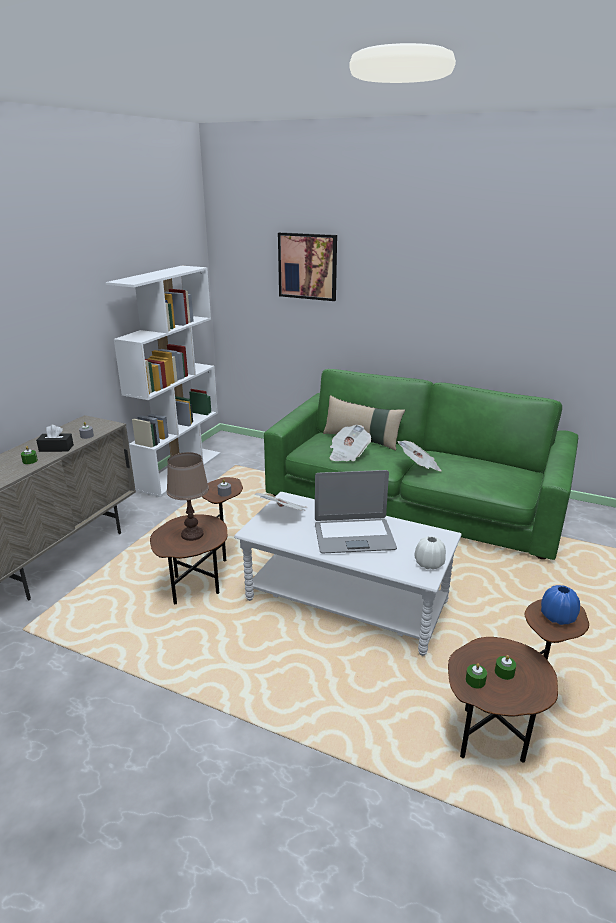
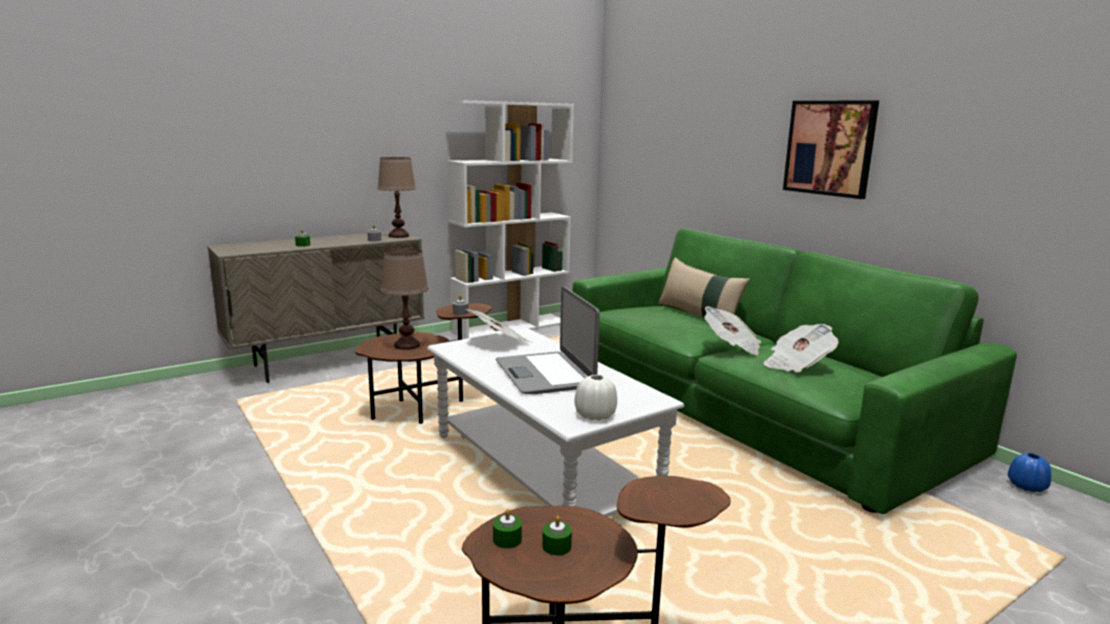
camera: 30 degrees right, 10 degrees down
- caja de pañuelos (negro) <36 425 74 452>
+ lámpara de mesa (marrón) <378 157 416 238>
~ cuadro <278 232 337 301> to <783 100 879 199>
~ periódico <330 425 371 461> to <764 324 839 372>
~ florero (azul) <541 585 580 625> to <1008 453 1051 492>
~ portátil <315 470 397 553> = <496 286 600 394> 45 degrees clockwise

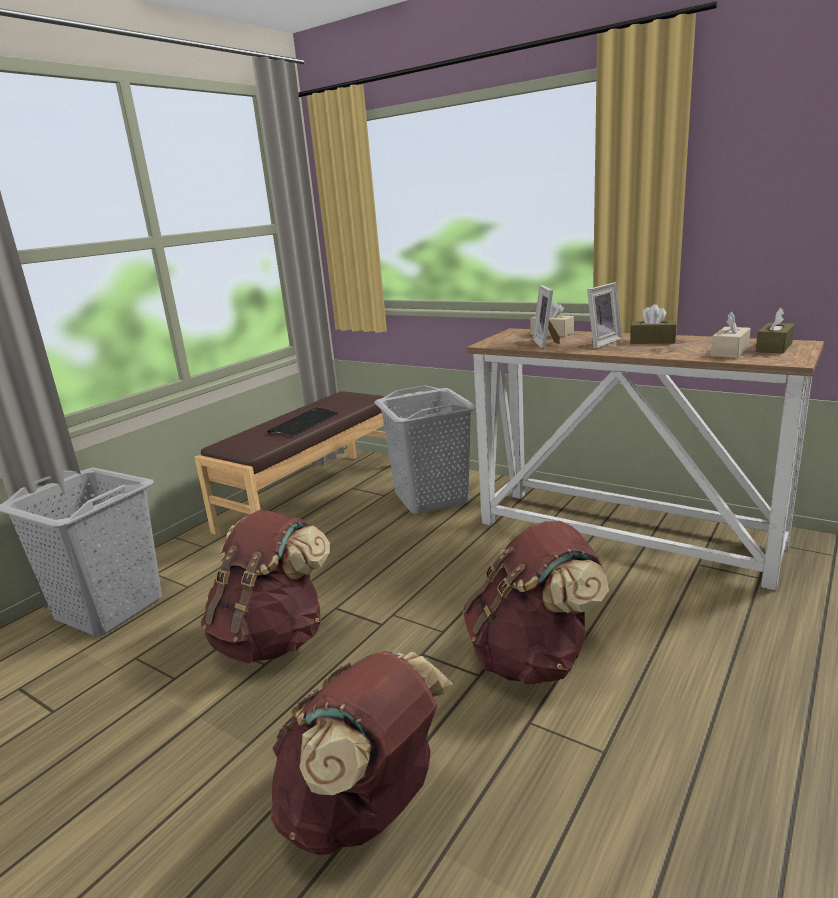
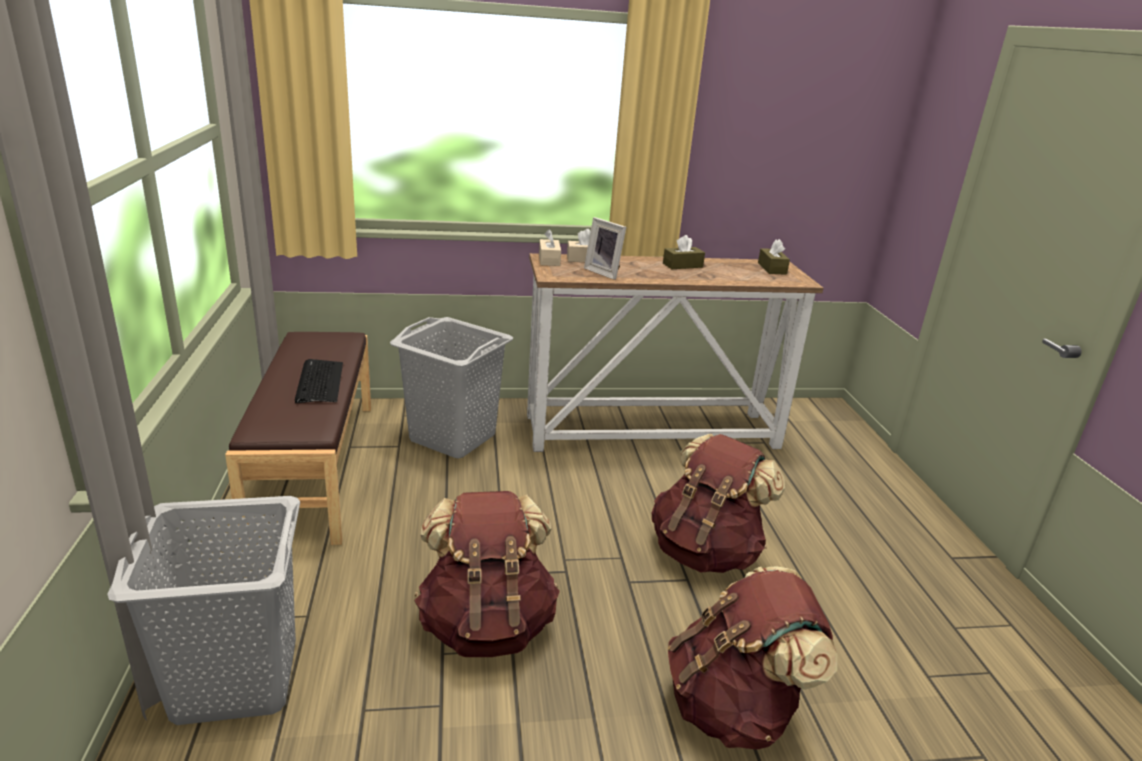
camera: 45 degrees left, 5 degrees up
- portarretratos <587 282 622 348>
~ caja de pañuelos (beis) <711 311 751 358> to <539 229 561 266>

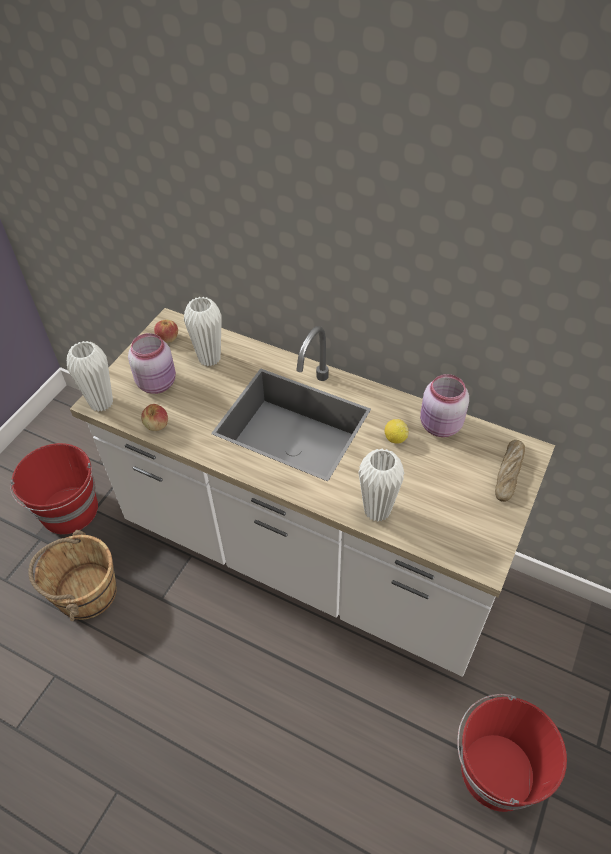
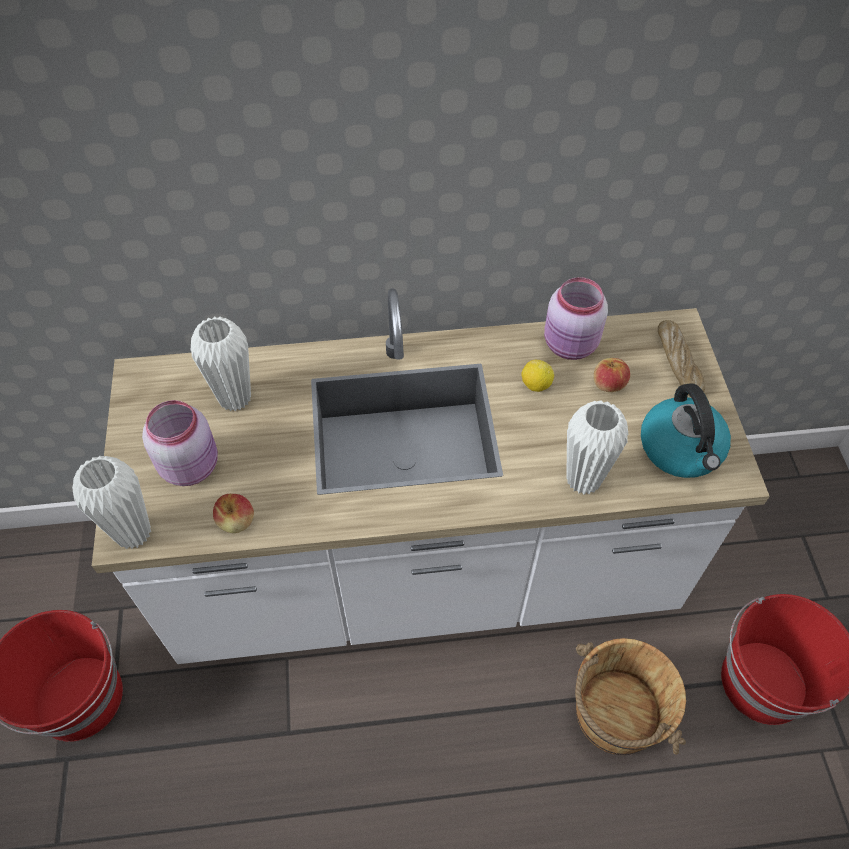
camera: 35 degrees left, 5 degrees up
+ hervidor <641 383 731 478>
~ cubo (marrón) <28 530 117 621> to <575 638 686 755>
~ manzana <154 320 178 343> to <594 358 630 392>

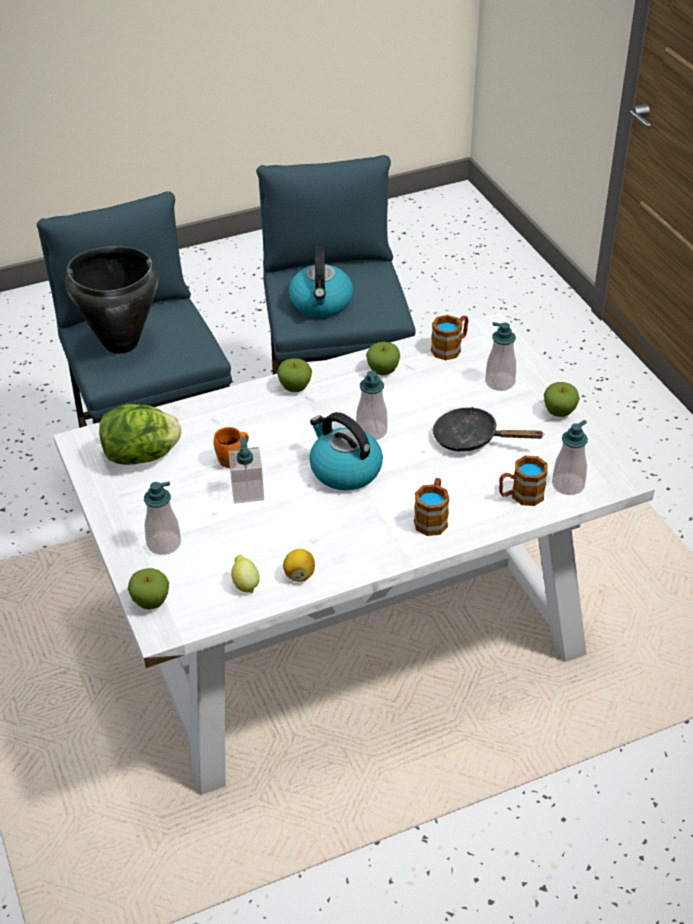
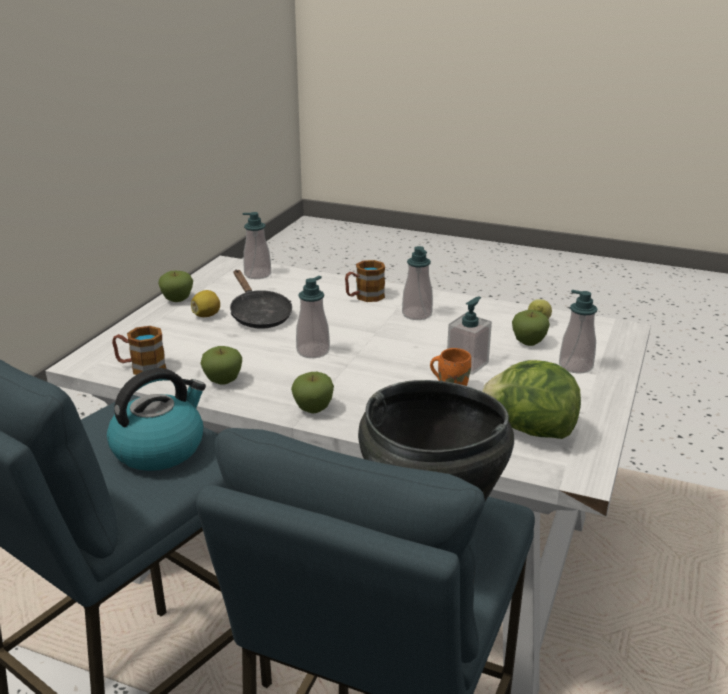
camera: 135 degrees left, 15 degrees down
- hervidor <309 412 383 491>
- taza grande <499 456 548 506>
~ manzana <128 568 169 609> to <512 310 550 346>
~ limón <283 549 315 582> to <191 290 220 317>
~ dispensador de jabón <485 322 516 391> to <402 246 433 320>

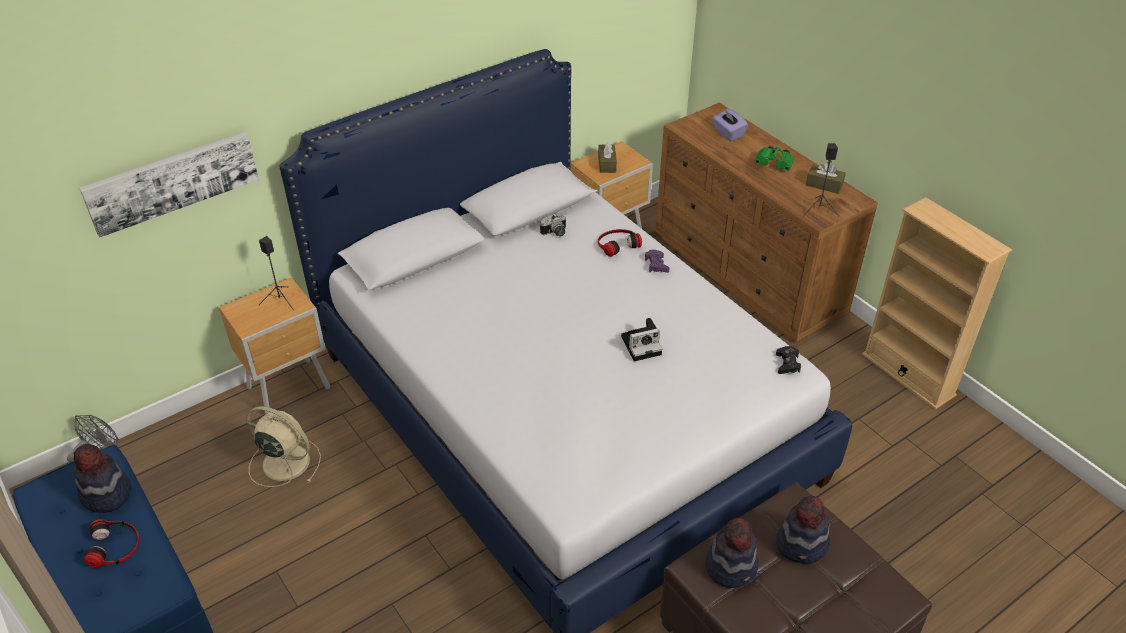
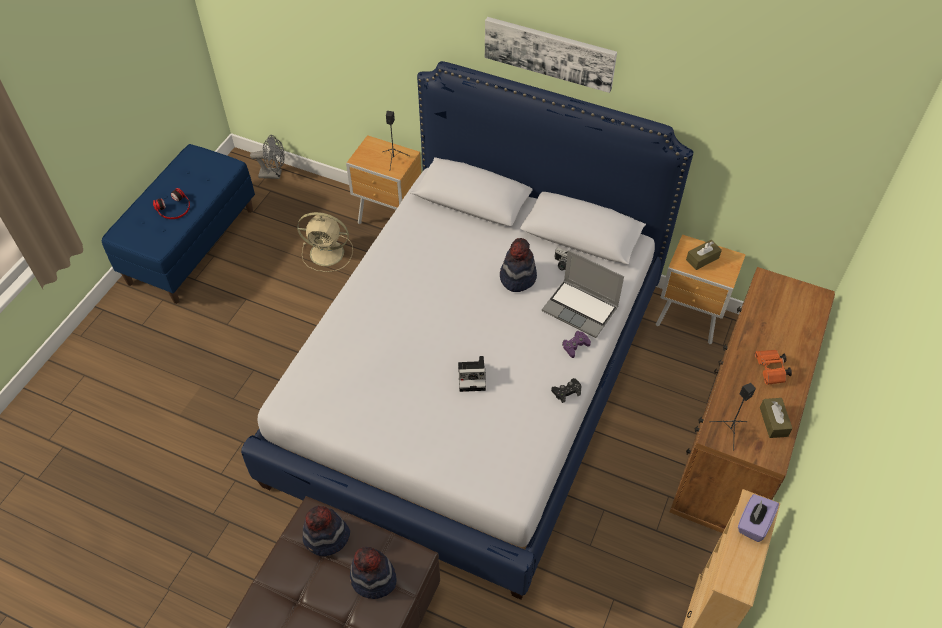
camera: 60 degrees right, 10 degrees up
~ sombrero <74 444 131 513> to <500 238 537 292>
~ cuadro <79 132 259 238> to <485 17 617 93>
~ caja de pañuelos (morado) <713 109 748 141> to <738 494 779 542>
~ mando de consola (negro) <776 346 801 374> to <551 378 582 403>
~ auriculares <598 229 642 257> to portátil <542 250 624 338>
~ prismáticos (verde) <754 146 794 171> to prismáticos (naranja) <755 350 792 385>
~ ventilador (beis) <247 406 321 487> = <297 212 353 272> 105 degrees clockwise
~ cámara <621 318 662 361> = <458 356 486 392> 45 degrees counterclockwise

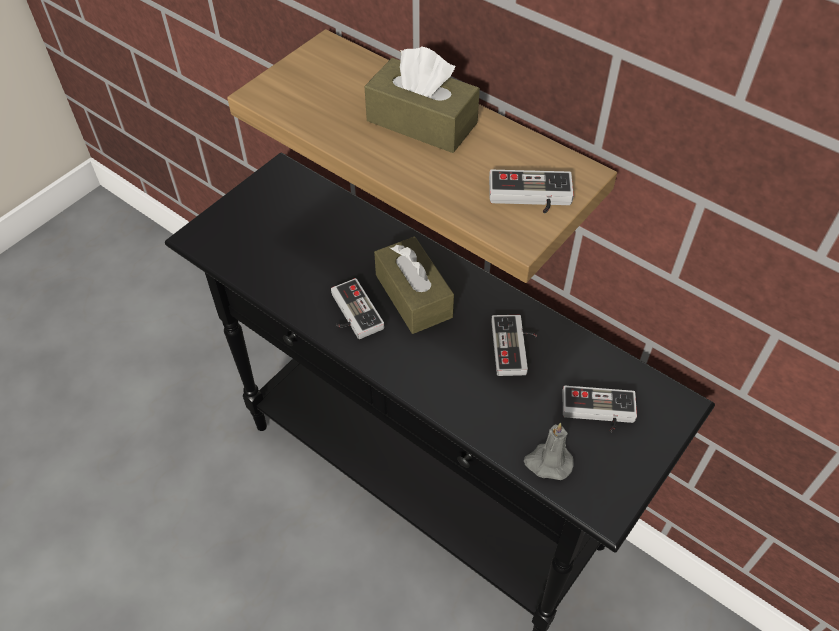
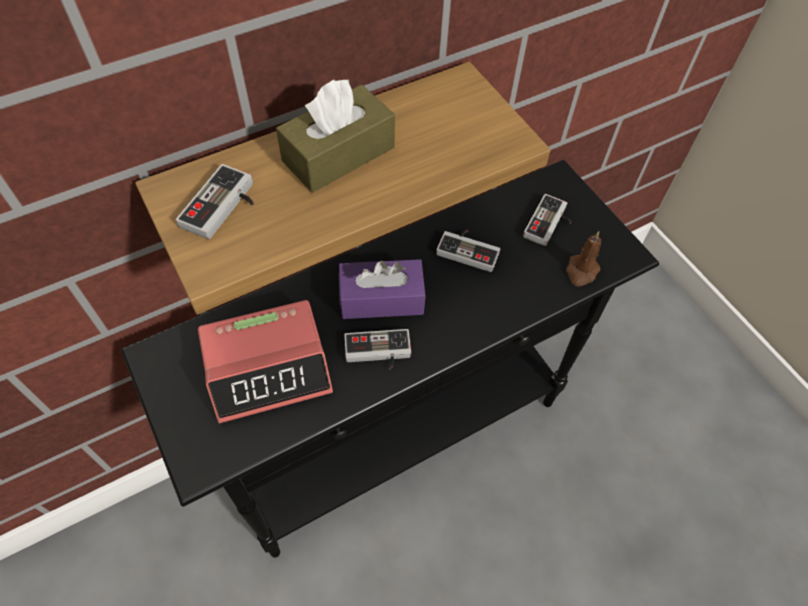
camera: 70 degrees left, 5 degrees up
+ despertador <198 300 333 423>
~ mando de consola <489 170 574 214> to <176 164 254 239>
~ caja de pañuelos (marrón) <374 237 454 334> to caja de pañuelos (morado) <339 259 426 319>
~ vela (gris) <524 423 574 480> to vela (marrón) <566 231 601 287>

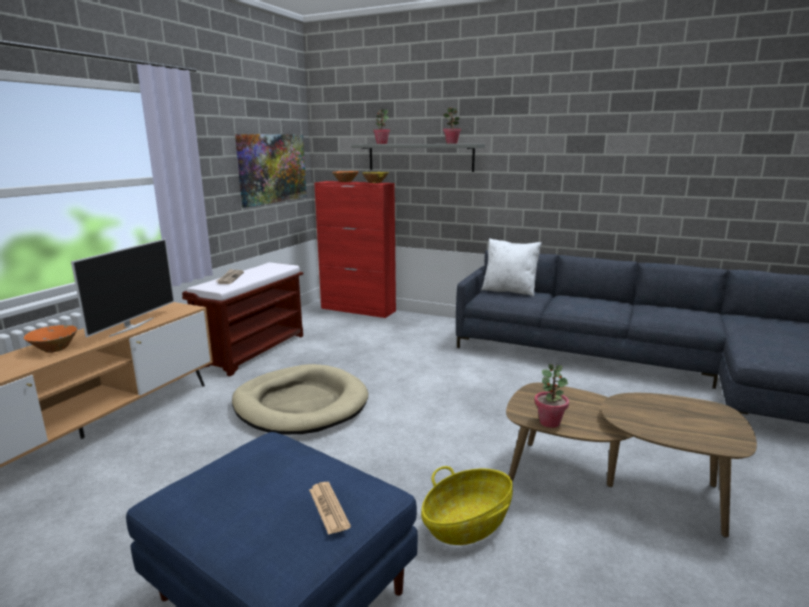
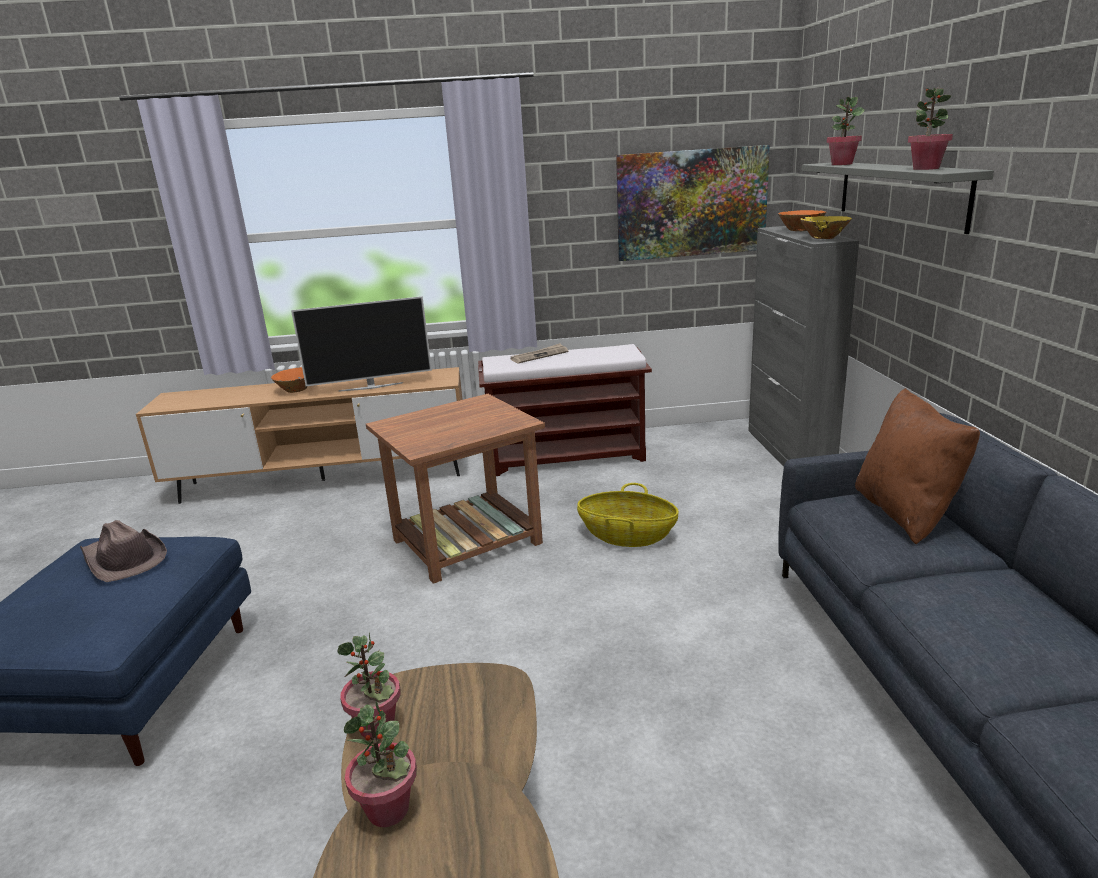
camera: 60 degrees right, 5 degrees up
- periódico <309 482 351 535>
+ sombrero (marrón) <80 520 167 582>
+ planta en maceta <344 700 417 827>
~ cesta <421 466 513 545> to <577 483 679 547>
~ cama para perro (beis) <232 364 368 434> to mesa auxiliar (marrón) <366 394 545 584>
~ armario (rojo) <314 181 396 318> to armario (gris) <748 226 859 467>
~ cojín (blanco) <481 238 542 297> to cojín (marrón) <855 388 980 545>

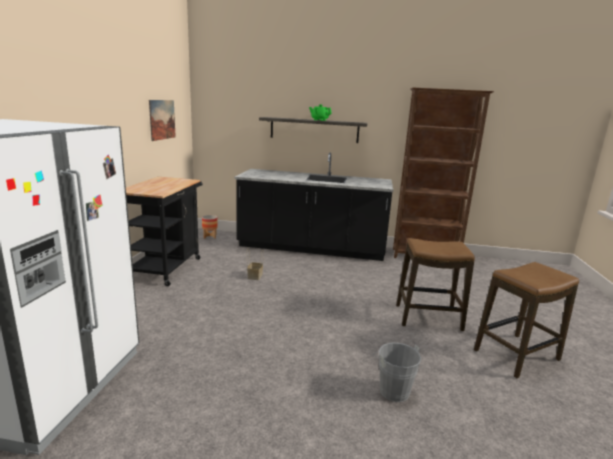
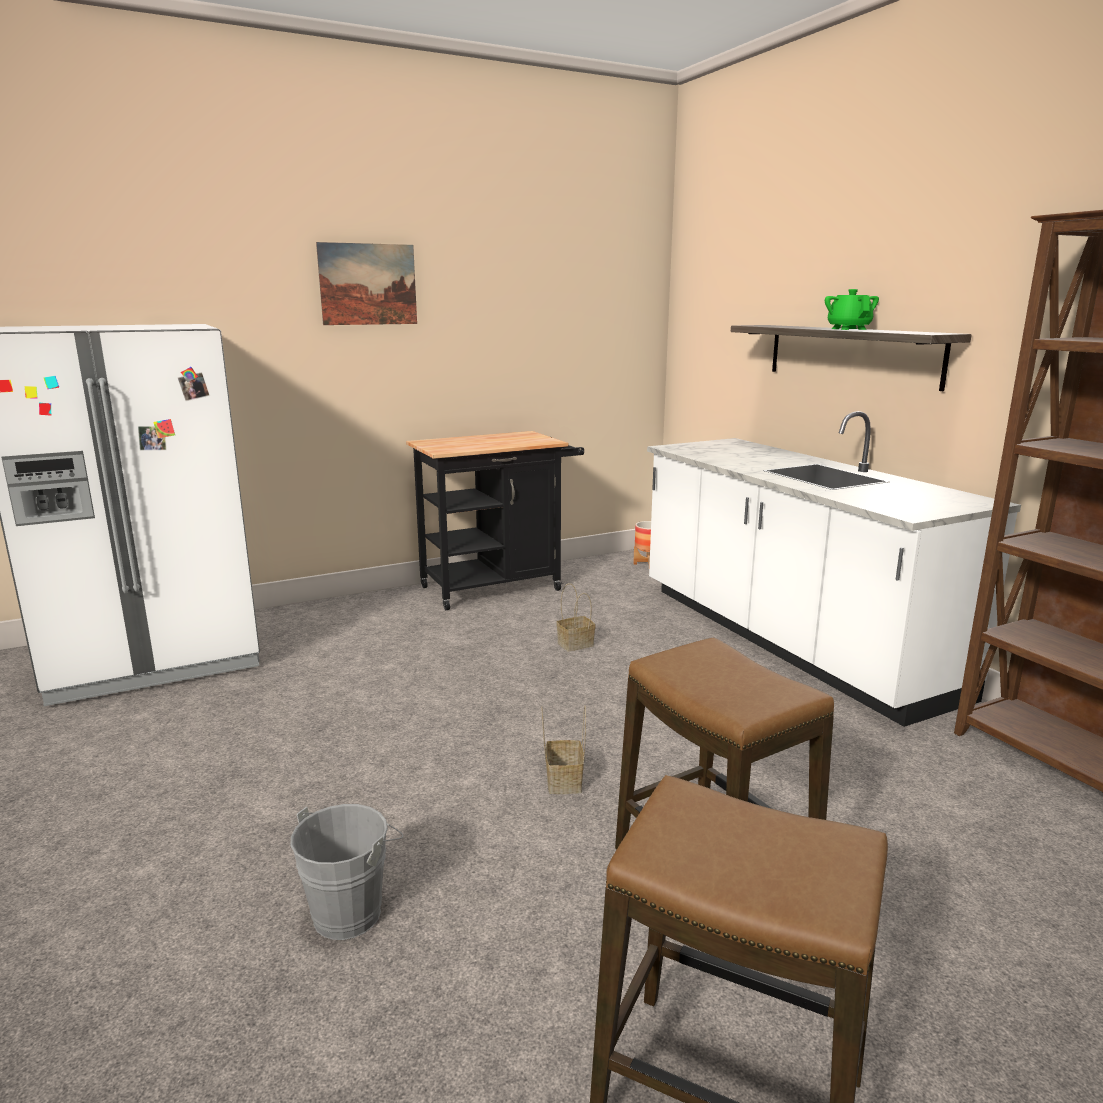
camera: 55 degrees right, 0 degrees up
+ cesta <541 706 586 794>
~ cuadro <149 100 176 141> to <316 242 417 325>
~ mueble bajo de cocina (negro) <235 152 394 261> to mueble bajo de cocina (blanco) <647 411 1021 727>

